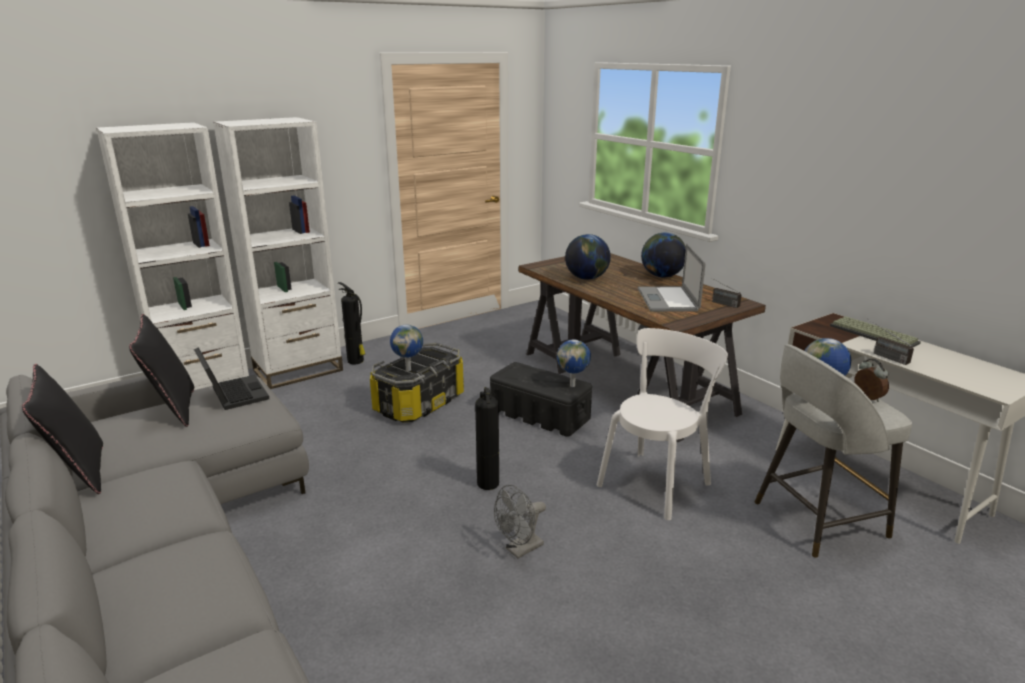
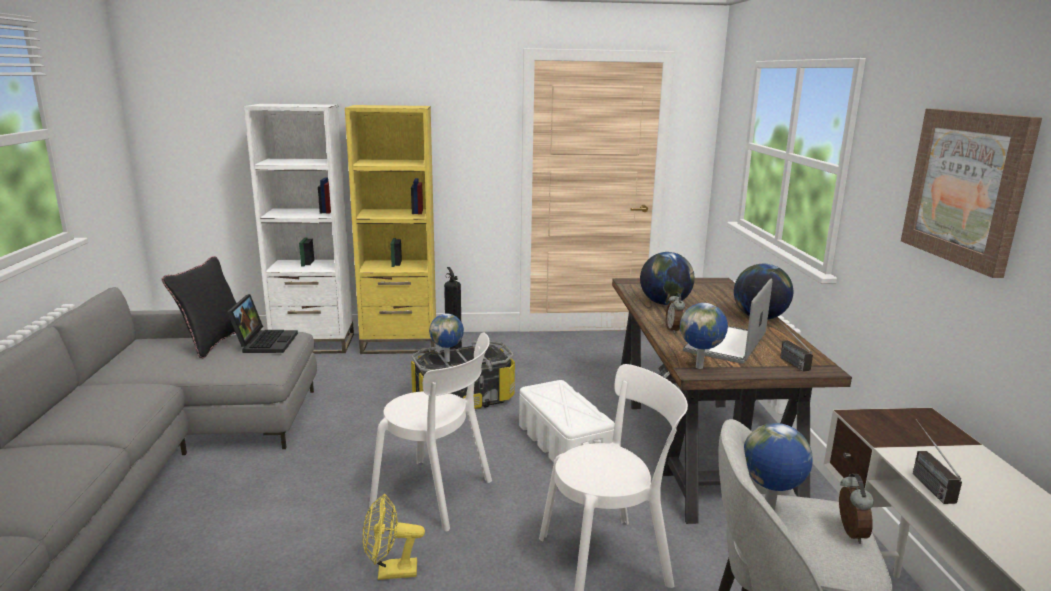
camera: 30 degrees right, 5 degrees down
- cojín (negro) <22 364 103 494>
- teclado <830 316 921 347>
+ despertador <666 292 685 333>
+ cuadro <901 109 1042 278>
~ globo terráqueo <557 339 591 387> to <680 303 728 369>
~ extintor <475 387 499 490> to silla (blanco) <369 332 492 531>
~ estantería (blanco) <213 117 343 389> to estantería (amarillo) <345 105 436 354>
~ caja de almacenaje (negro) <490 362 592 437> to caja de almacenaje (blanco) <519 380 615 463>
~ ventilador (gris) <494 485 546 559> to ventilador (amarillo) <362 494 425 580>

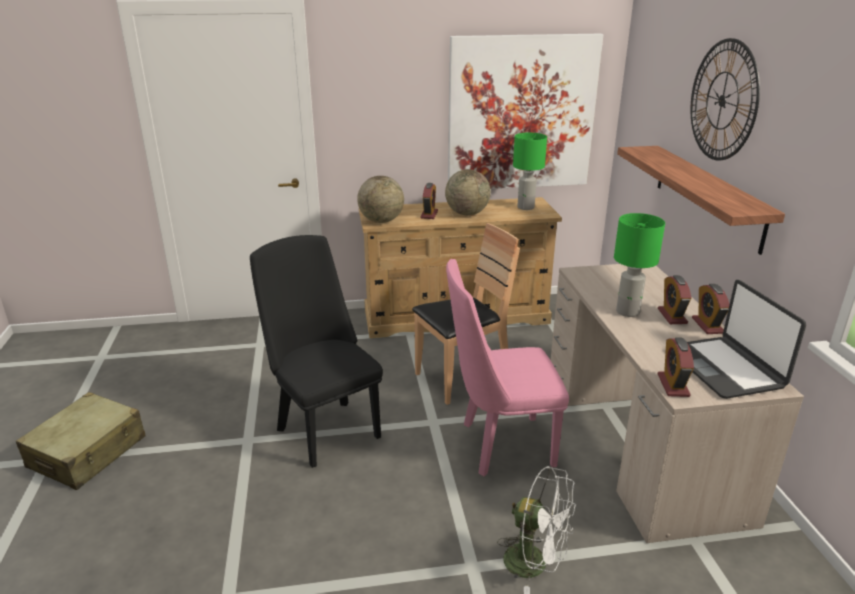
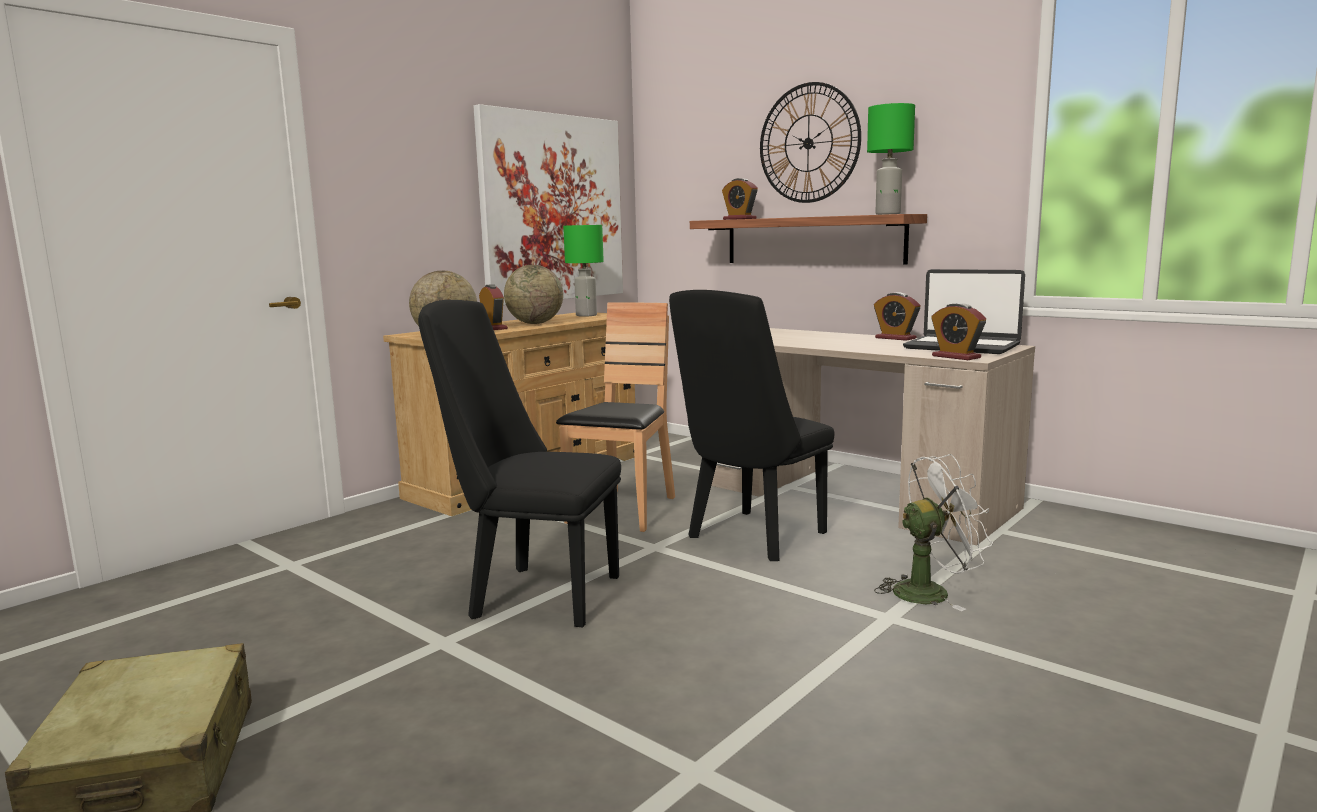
camera: 40 degrees left, 15 degrees down
~ lámpara de mesa (verde) <614 213 665 317> to <867 103 915 215>
~ despertador <658 275 692 324> to <722 178 758 220>
~ silla (rosa) <446 259 569 476> to silla (negro) <669 290 834 561>

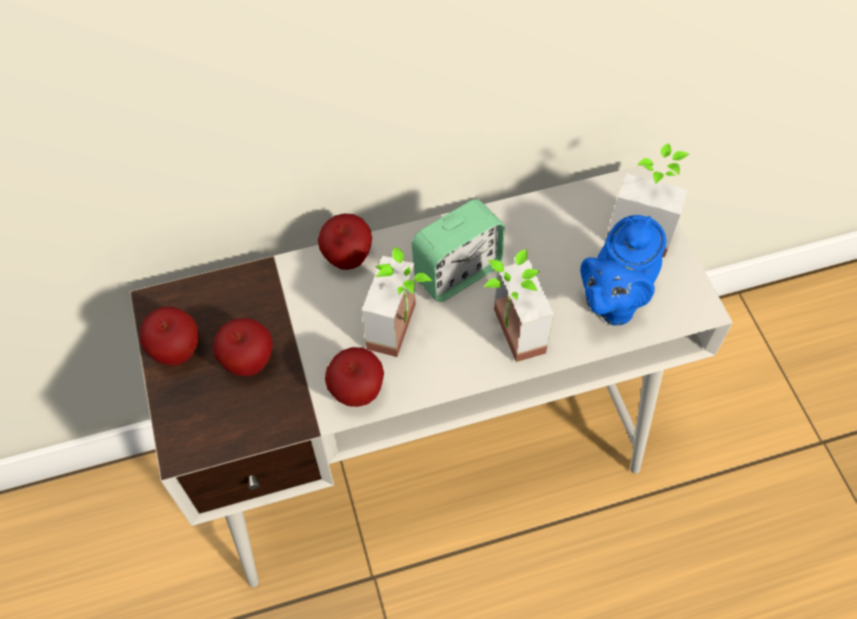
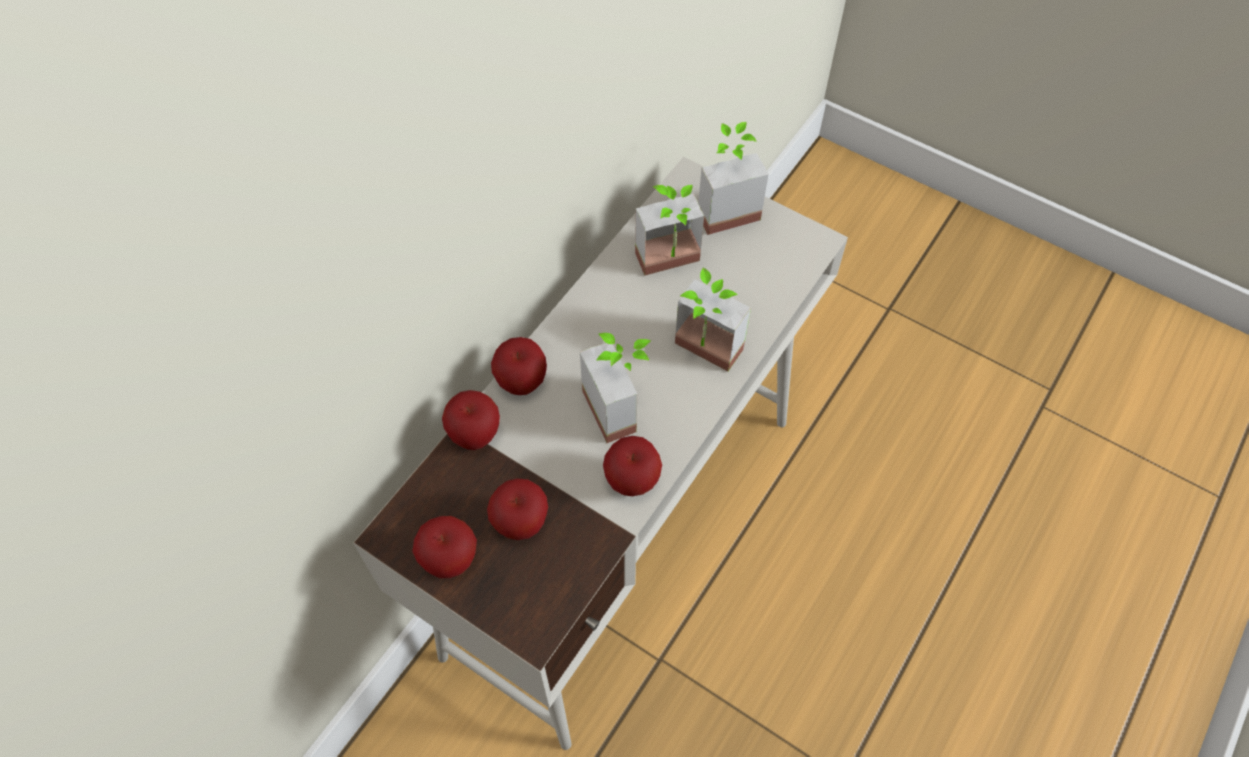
camera: 40 degrees left, 0 degrees up
- despertador <412 199 505 302>
- tetera (azul) <580 215 666 326>
+ manzana <442 390 500 450>
+ planta en maceta <635 185 704 275>

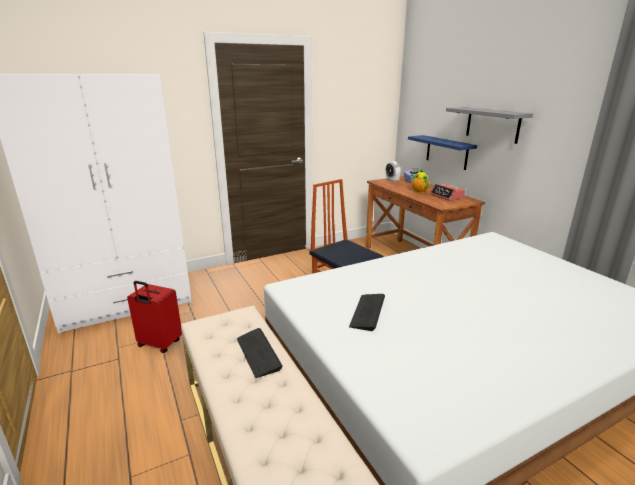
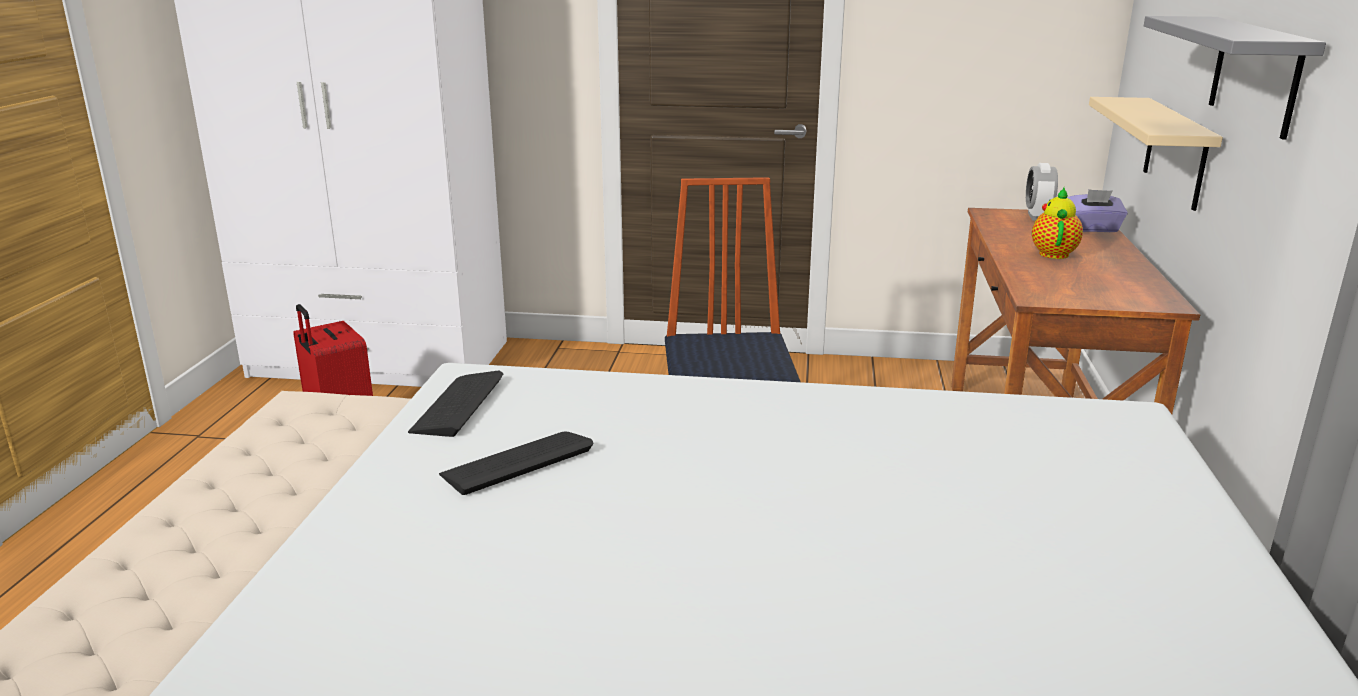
camera: 35 degrees right, 0 degrees up
- despertador <430 184 465 201>
~ teclado <237 328 283 378> to <408 371 503 437>
~ estante (azul) <408 135 477 170> to estante (beis) <1089 97 1223 211>

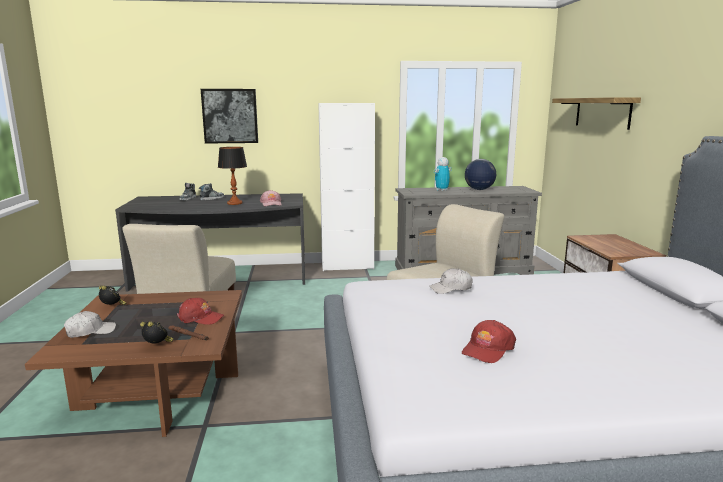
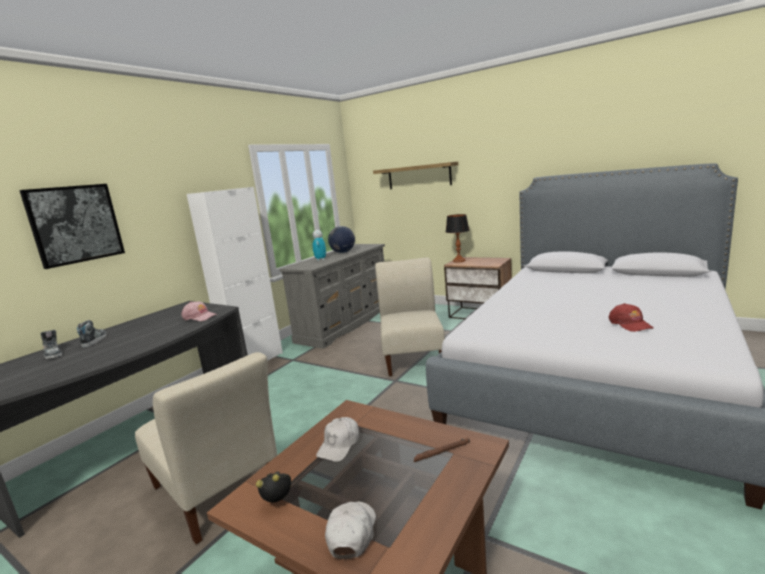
camera: 50 degrees left, 0 degrees up
- despertador <140 321 173 343>
- gorra (rojo) <177 298 224 325>
~ lámpara de mesa <218 147 247 205> to <446 214 469 262>
~ gorra (blanco) <429 268 473 294> to <316 417 359 462>

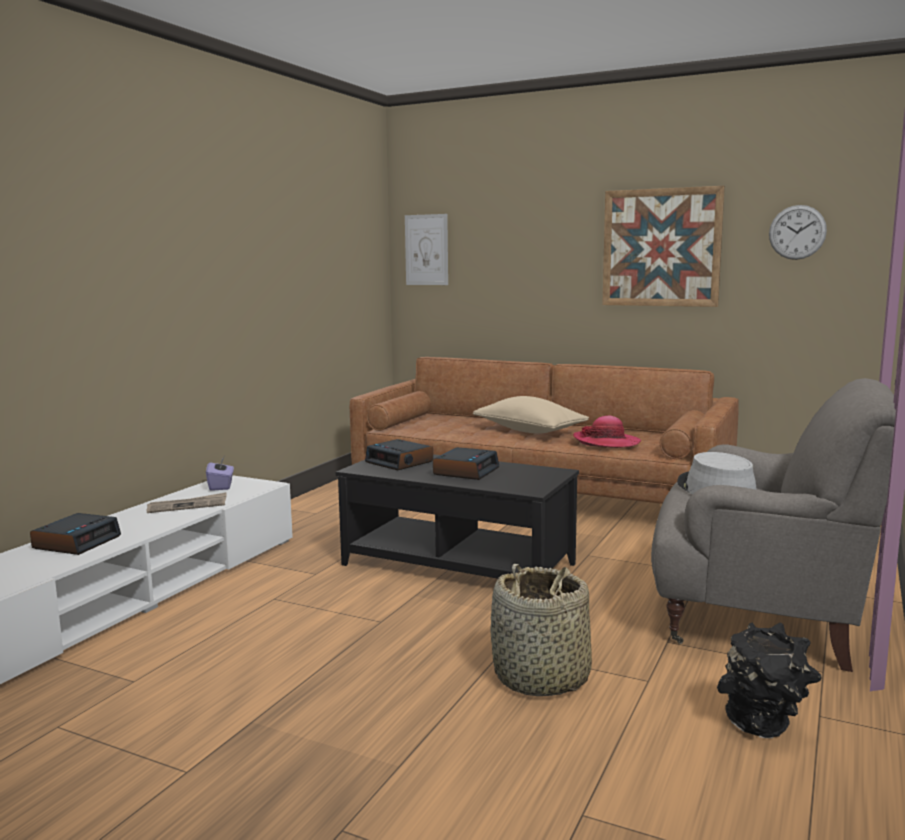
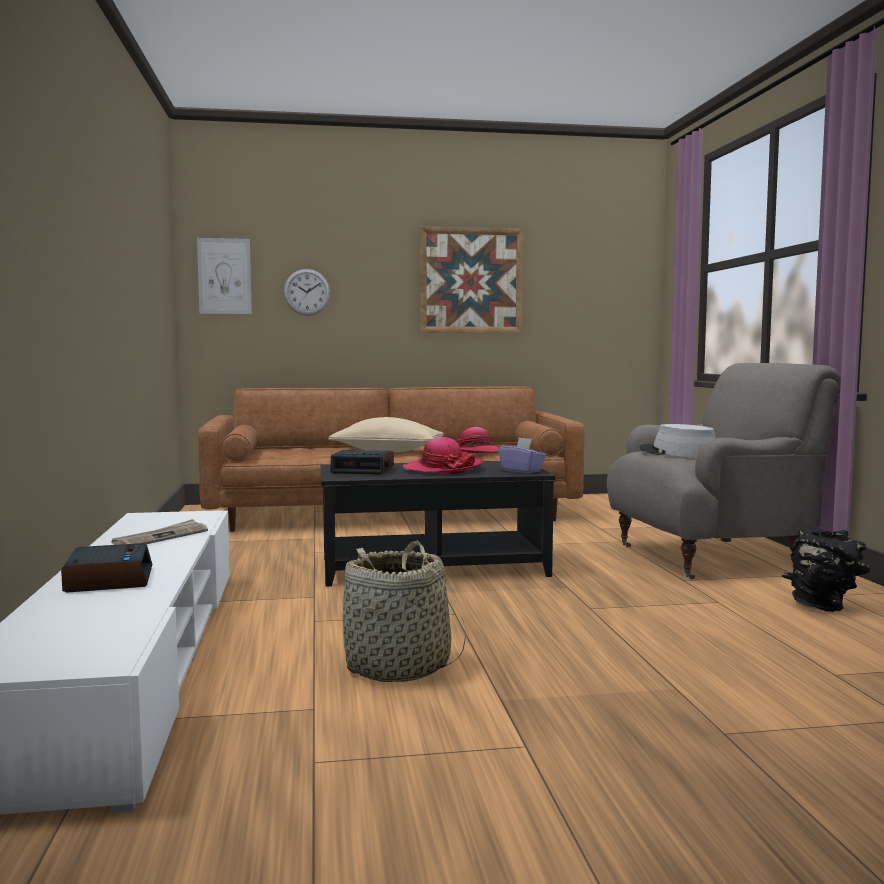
camera: 35 degrees left, 5 degrees down
~ caja de pañuelos (morado) <206 457 234 491> to <498 437 546 473>
~ cesta <490 564 592 696> to <343 541 466 682>
~ reloj de pared <769 205 827 260> to <284 269 330 316>
~ despertador <433 447 499 480> to sombrero <403 437 484 474>

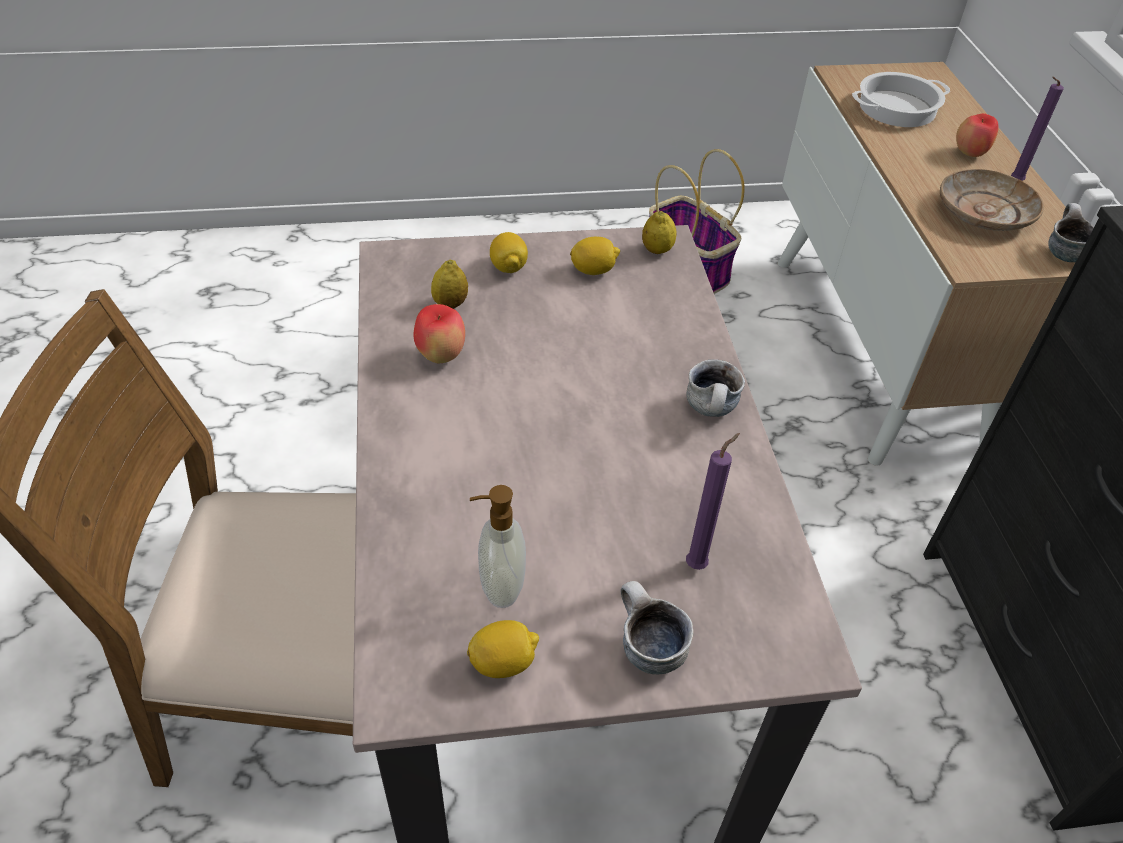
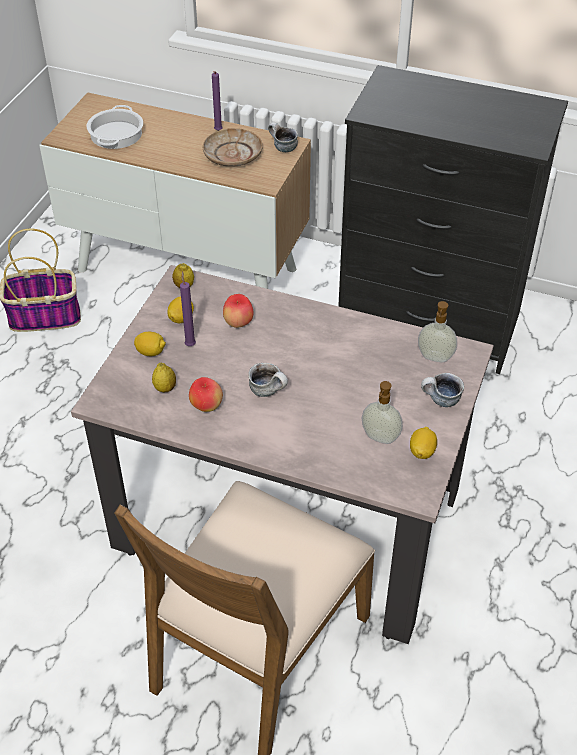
camera: 60 degrees left, 0 degrees up
+ dispensador de jabón <418 301 457 362>
~ taza grande <686 359 745 417> to <248 363 288 397>
~ vela (morado) <686 433 740 570> to <180 271 196 346>
~ manzana <956 113 998 157> to <223 294 254 328>

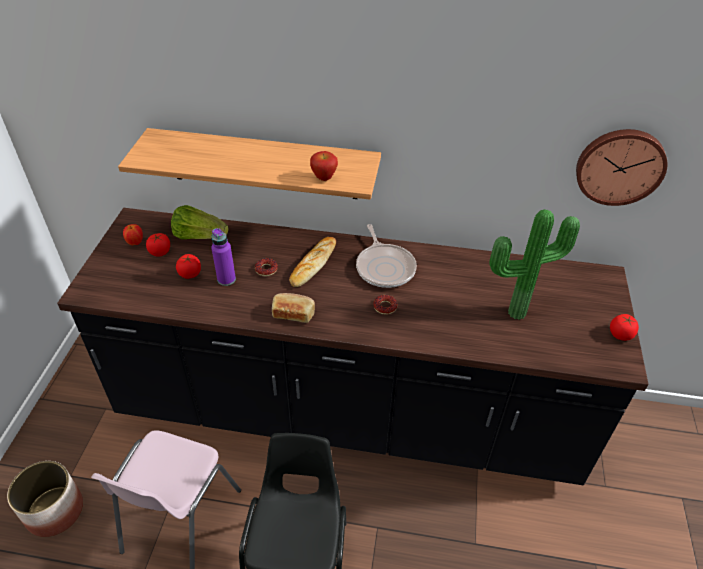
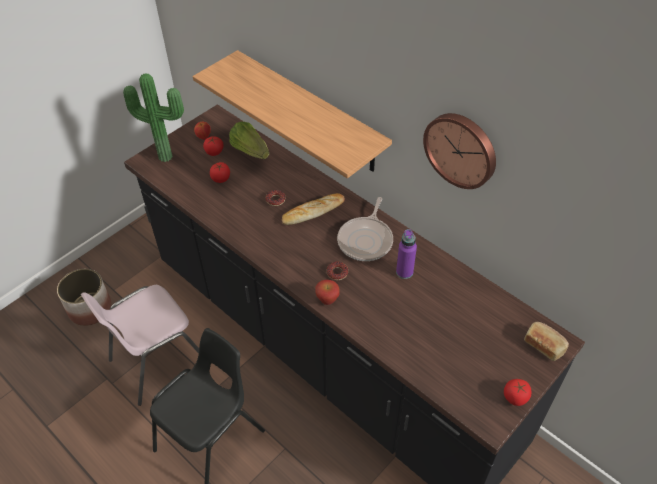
camera: 35 degrees right, 5 degrees up
~ botella (morado) <211 228 236 286> to <396 229 417 279>
~ pan <272 293 315 323> to <524 322 569 361>
~ manzana <310 151 338 181> to <315 280 340 305>
~ planta en maceta <489 209 580 320> to <123 73 184 162>
~ reloj de pared <576 129 668 206> to <423 113 496 189>

